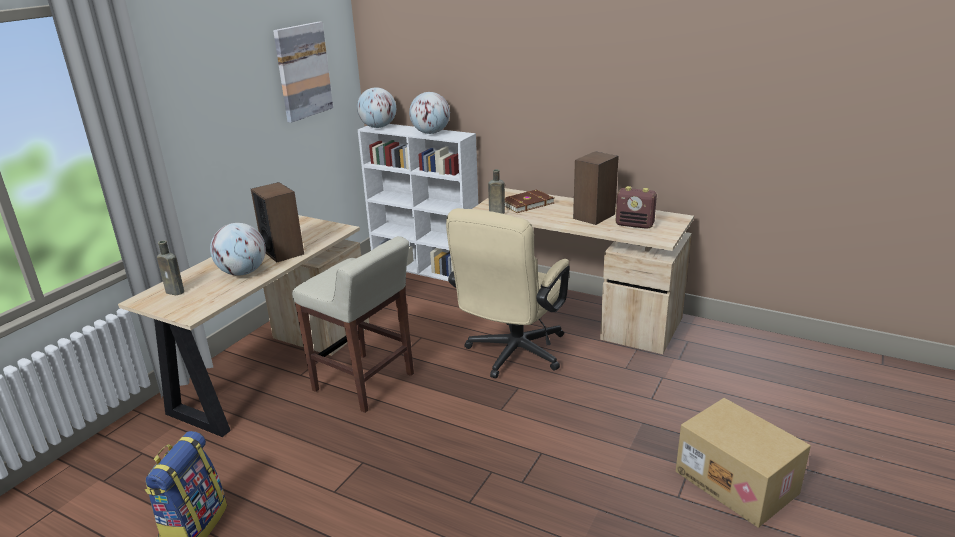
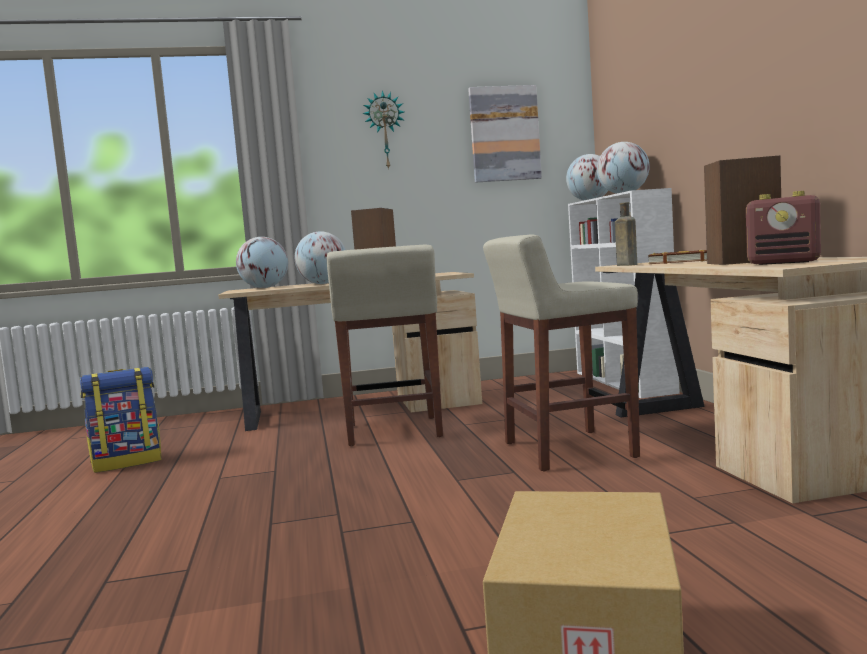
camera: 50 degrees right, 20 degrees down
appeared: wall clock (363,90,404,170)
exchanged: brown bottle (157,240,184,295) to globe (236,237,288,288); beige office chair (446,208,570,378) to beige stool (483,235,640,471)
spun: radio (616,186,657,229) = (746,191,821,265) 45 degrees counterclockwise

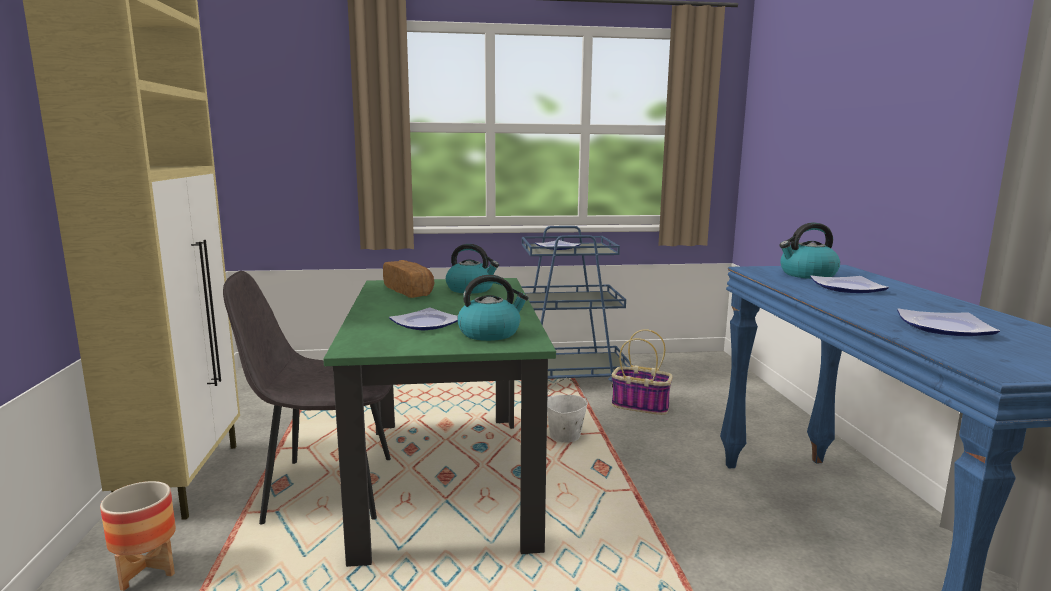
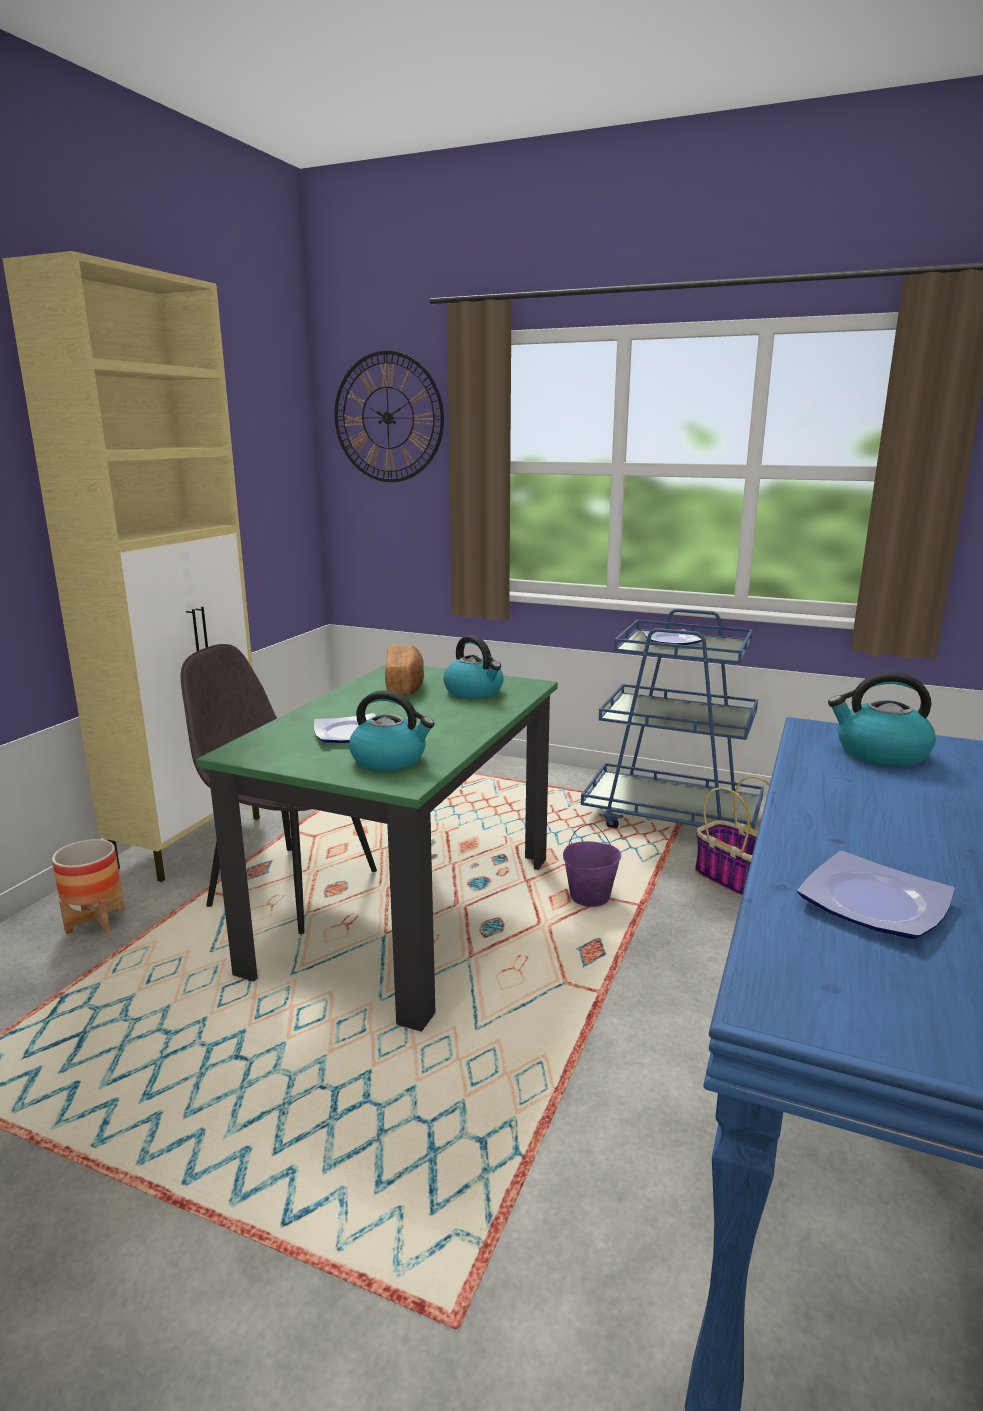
camera: 30 degrees right, 5 degrees up
missing: plate (810,276,889,293)
appeared: wall clock (335,351,444,482)
colour: white bucket (547,378,588,443) to purple bucket (563,823,621,907)

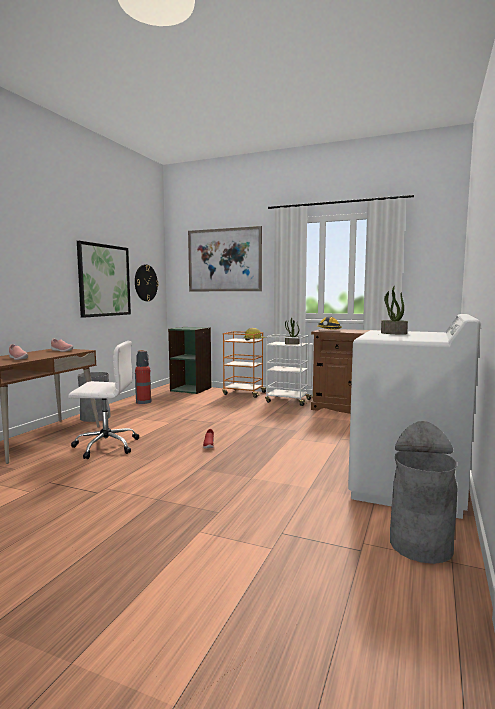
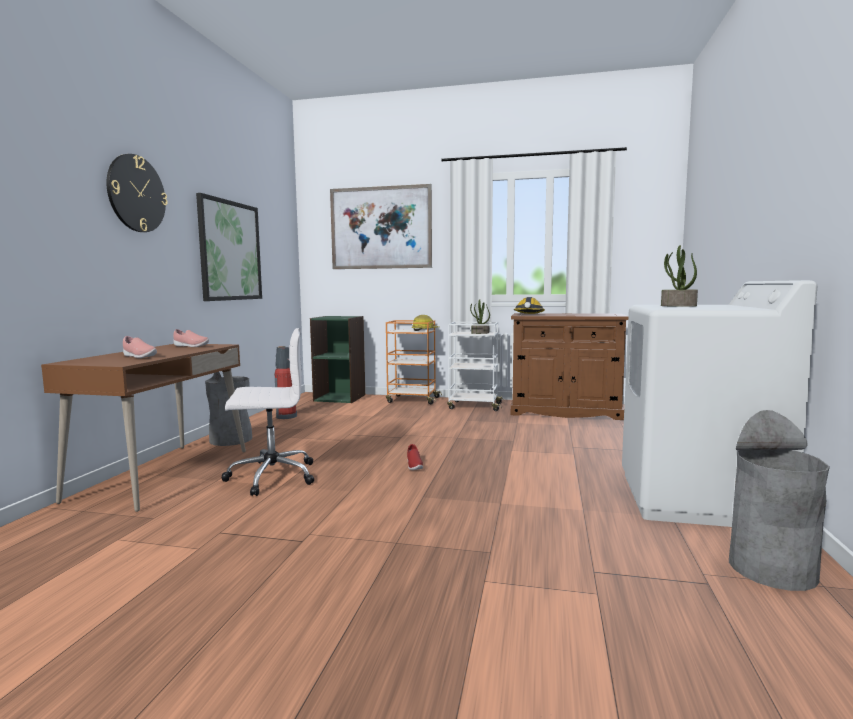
camera: 10 degrees left, 0 degrees up
relocated: wall clock (135,265,159,301) to (106,154,168,232)

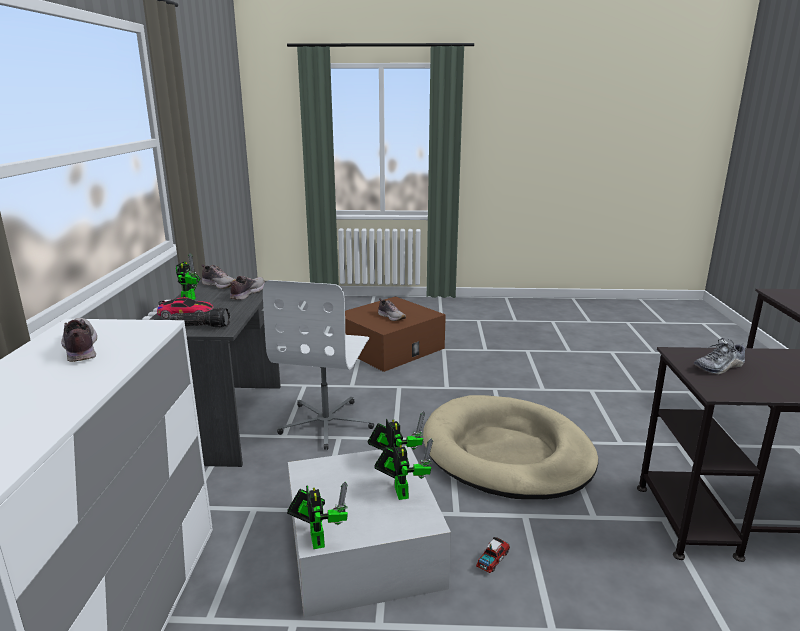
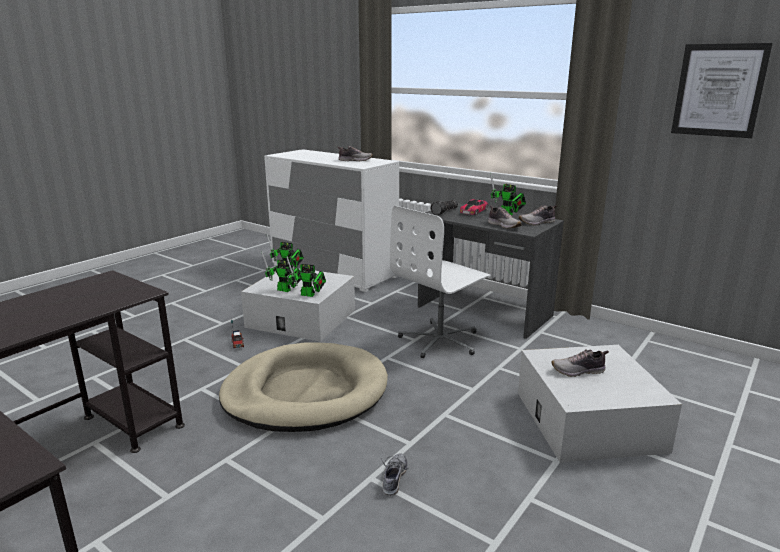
camera: 125 degrees right, 0 degrees up
appeared: picture (671,43,773,138)
relocated: shoe (694,338,745,375) to (381,453,408,496)
colour: brown storage box (345,296,446,372) to white storage box (518,345,682,462)
spun: white office chair (263,280,374,450) = (390,206,491,358) 90 degrees counterclockwise

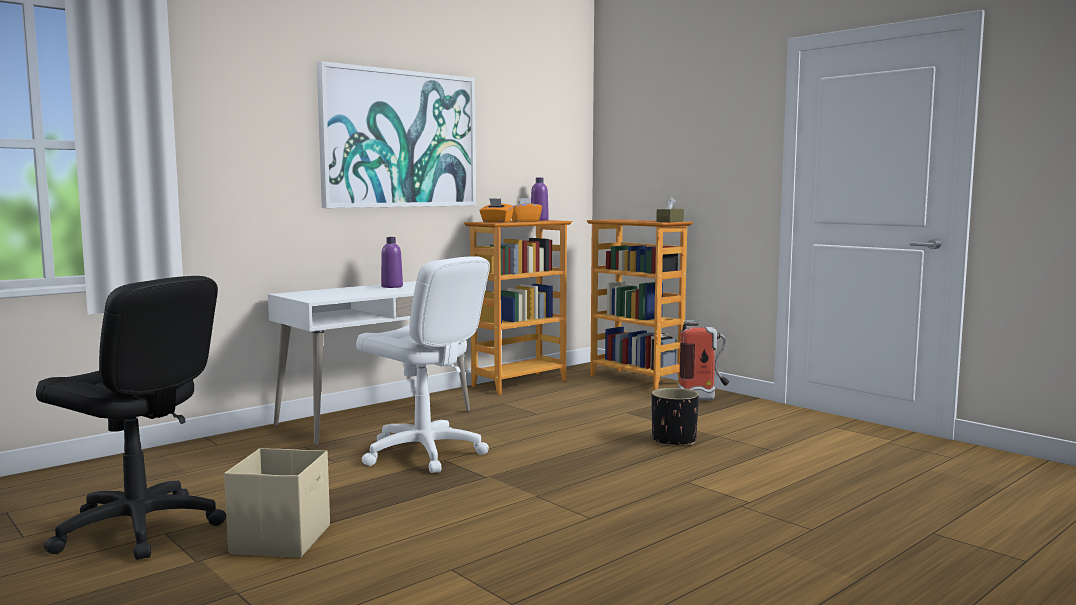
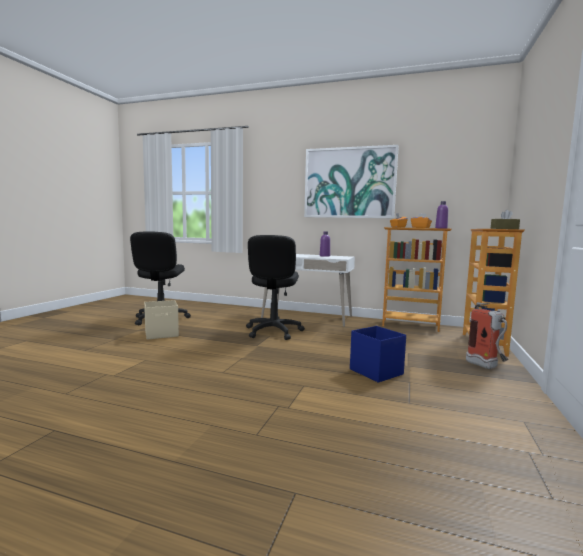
camera: 60 degrees right, 0 degrees up
exchanged: black planter (651,388,699,446) to blue storage box (350,326,406,383)
colour: white office chair (356,256,490,473) to black office chair (246,235,305,340)

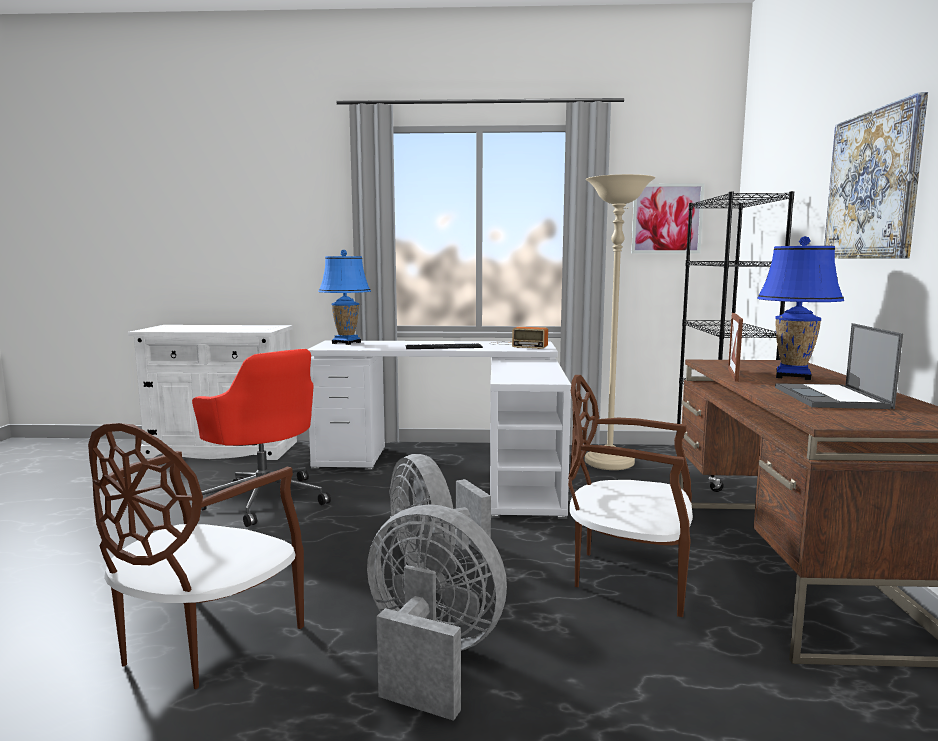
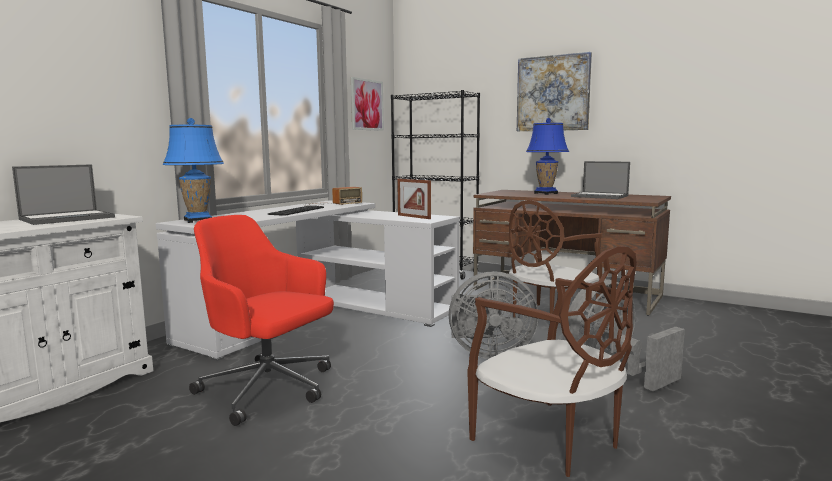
camera: 60 degrees left, 0 degrees up
missing: beige floor lamp (585,174,655,470)
appeared: laptop (12,164,115,225)
relocated: picture frame (728,313,743,382) to (397,179,431,219)
spun: red office chair (192,349,331,527) = (189,215,334,426) 135 degrees counterclockwise

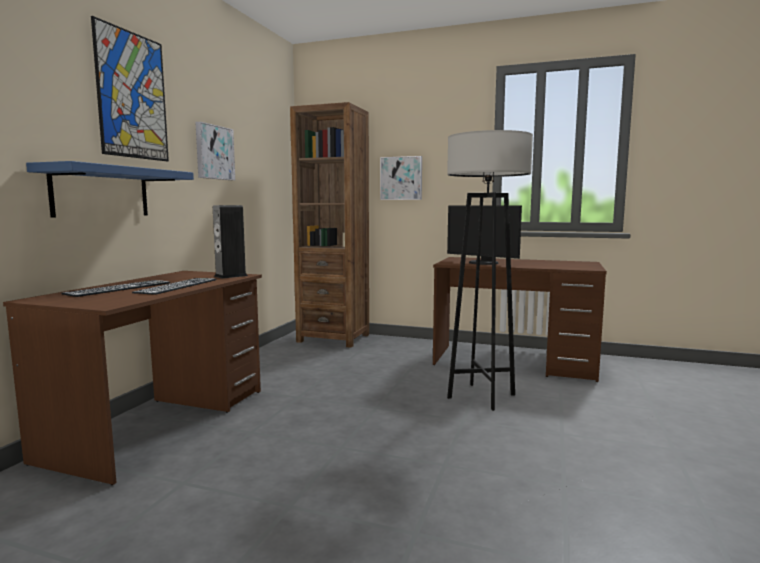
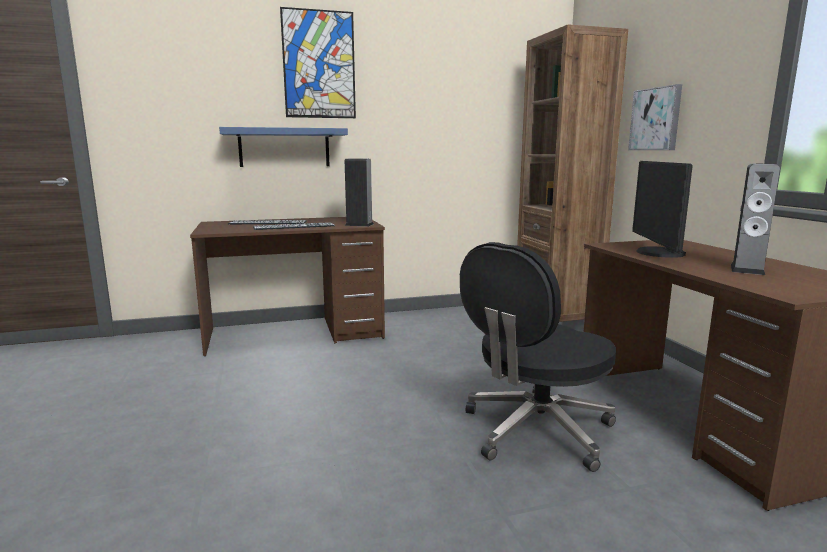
camera: 55 degrees right, 5 degrees up
missing: picture (195,122,235,180)
appeared: speaker (731,164,780,275)
exchanged: grey floor lamp (447,130,533,411) to black office chair (460,242,616,472)

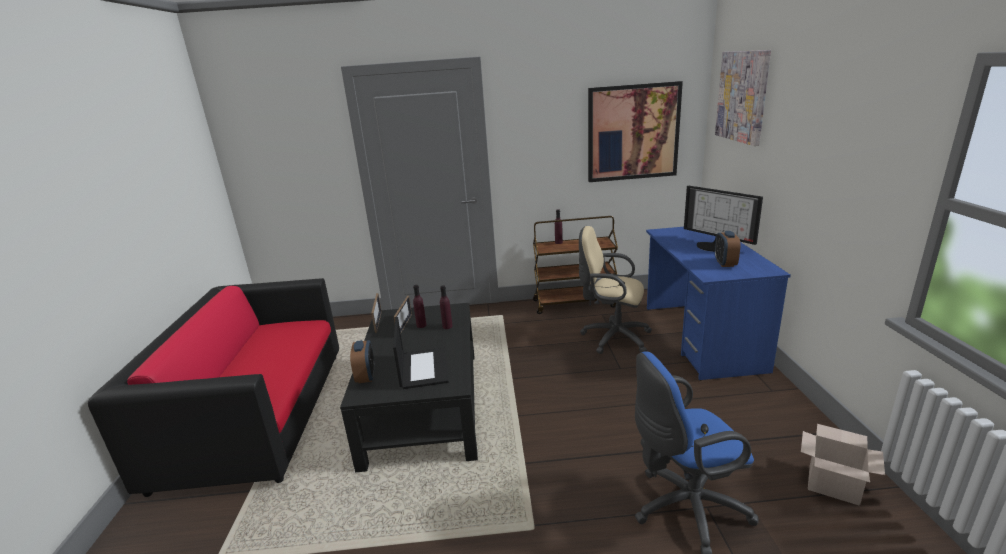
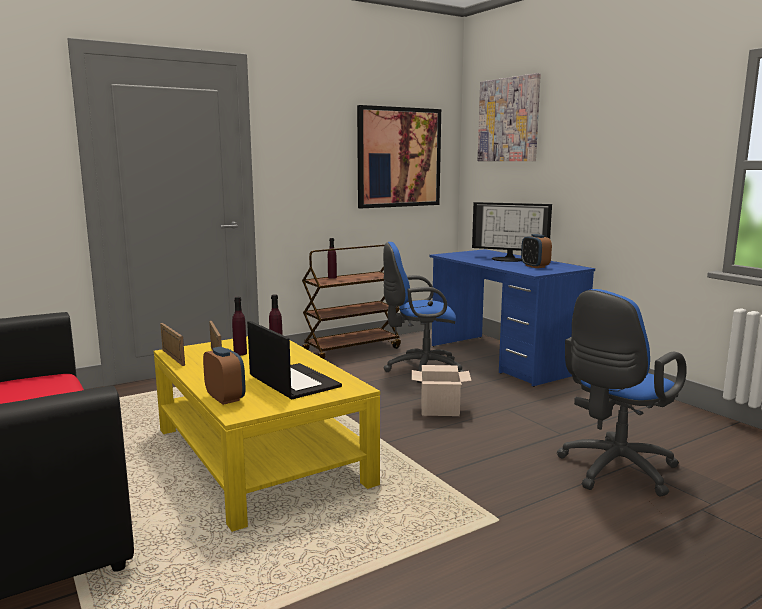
camera: 30 degrees left, 10 degrees down
relocated: cardboard box (801,424,885,505) to (412,365,471,416)
colour: black coffee table (340,303,478,472) to yellow coffee table (154,336,380,532); beige office chair (579,226,652,354) to blue office chair (383,242,465,383)

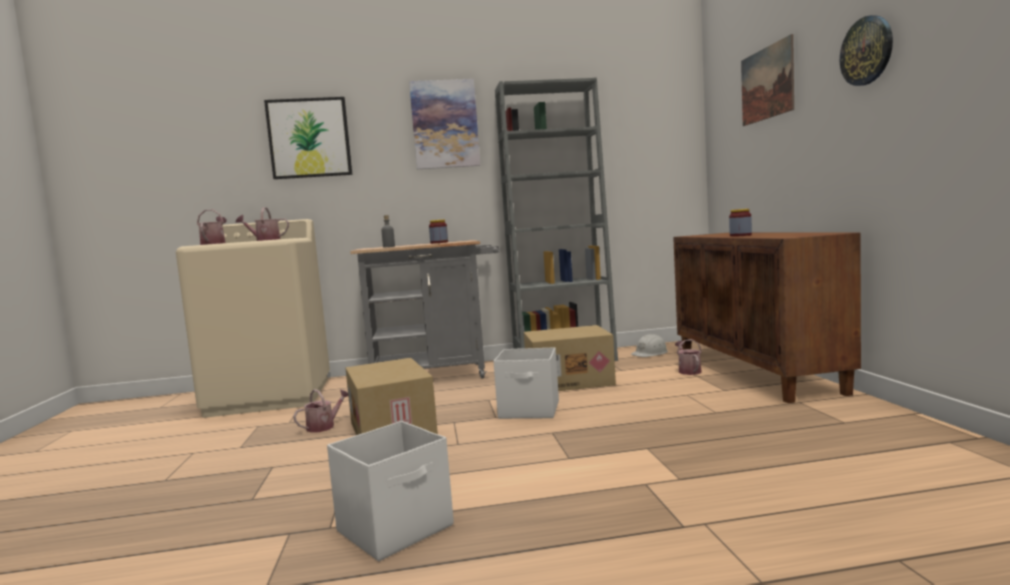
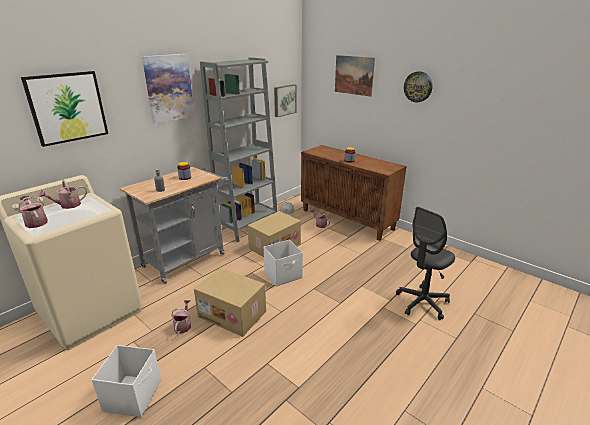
camera: 40 degrees left, 20 degrees up
appeared: picture (274,84,296,117); grey office chair (396,207,455,320)
relocated: white storage box (327,421,454,561) to (91,345,161,417)

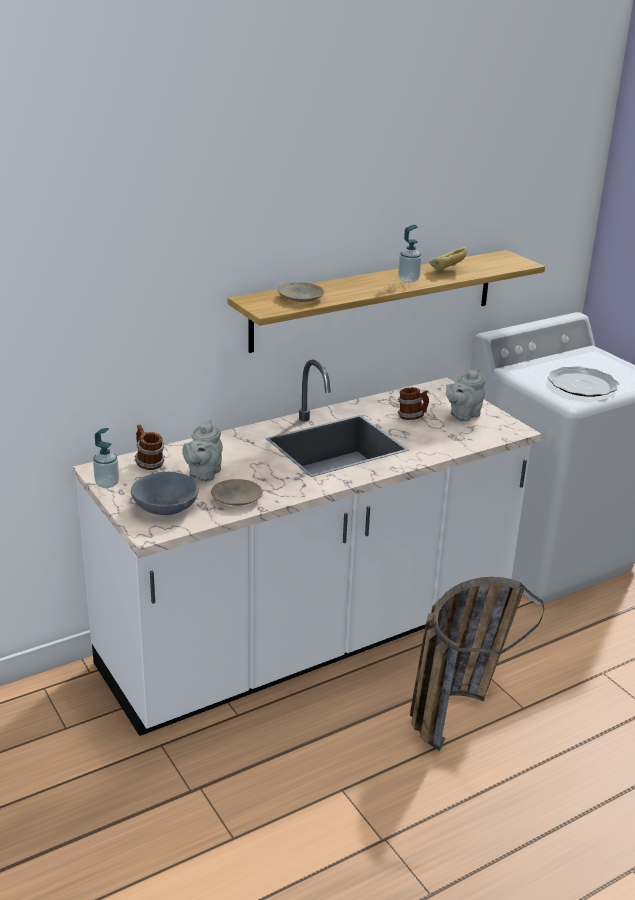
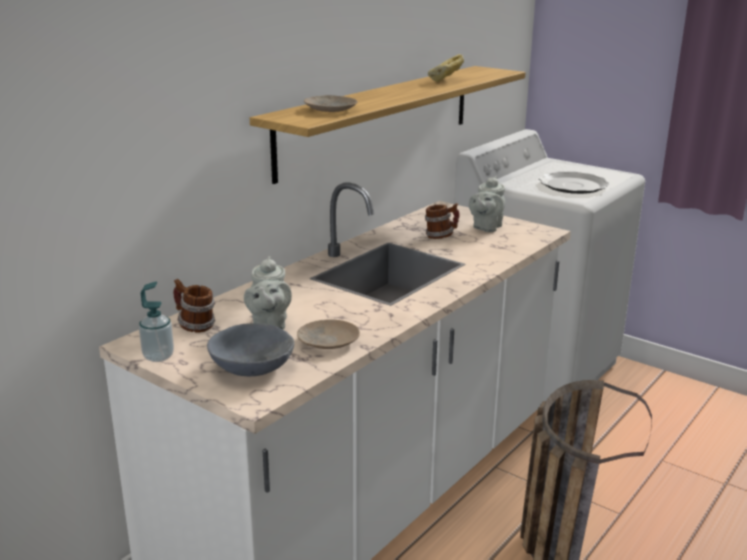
camera: 20 degrees left, 5 degrees down
missing: soap dispenser (398,225,422,283)

